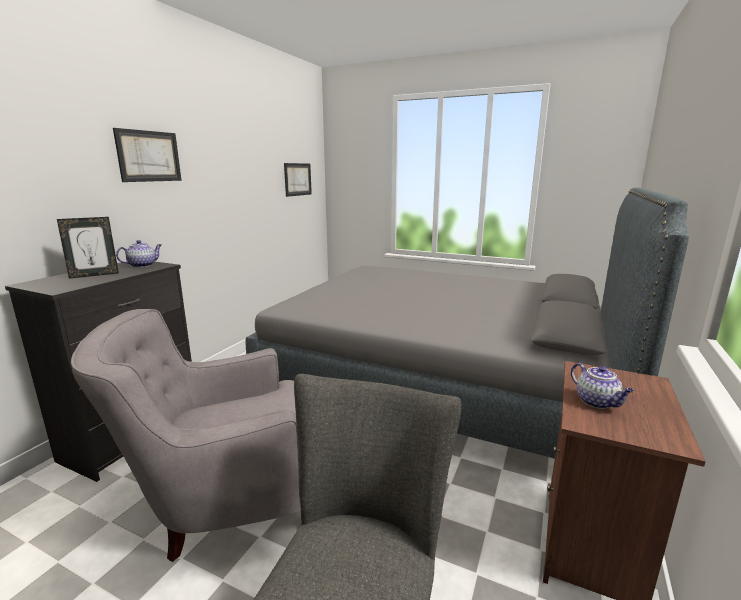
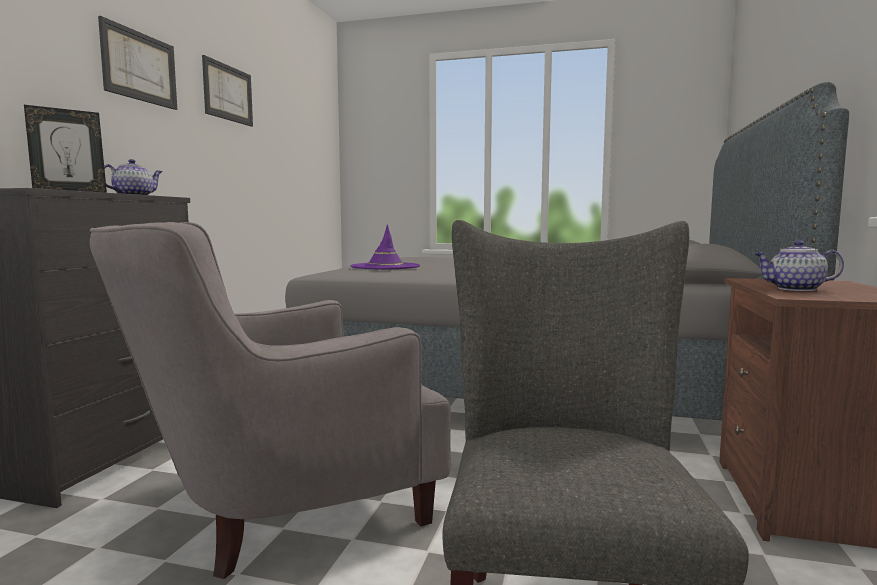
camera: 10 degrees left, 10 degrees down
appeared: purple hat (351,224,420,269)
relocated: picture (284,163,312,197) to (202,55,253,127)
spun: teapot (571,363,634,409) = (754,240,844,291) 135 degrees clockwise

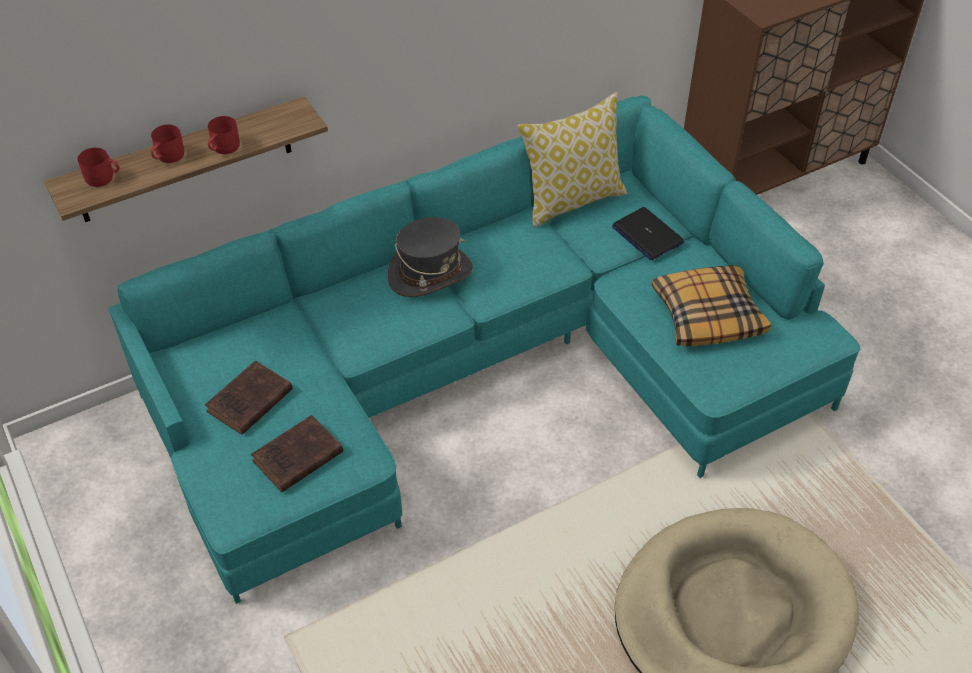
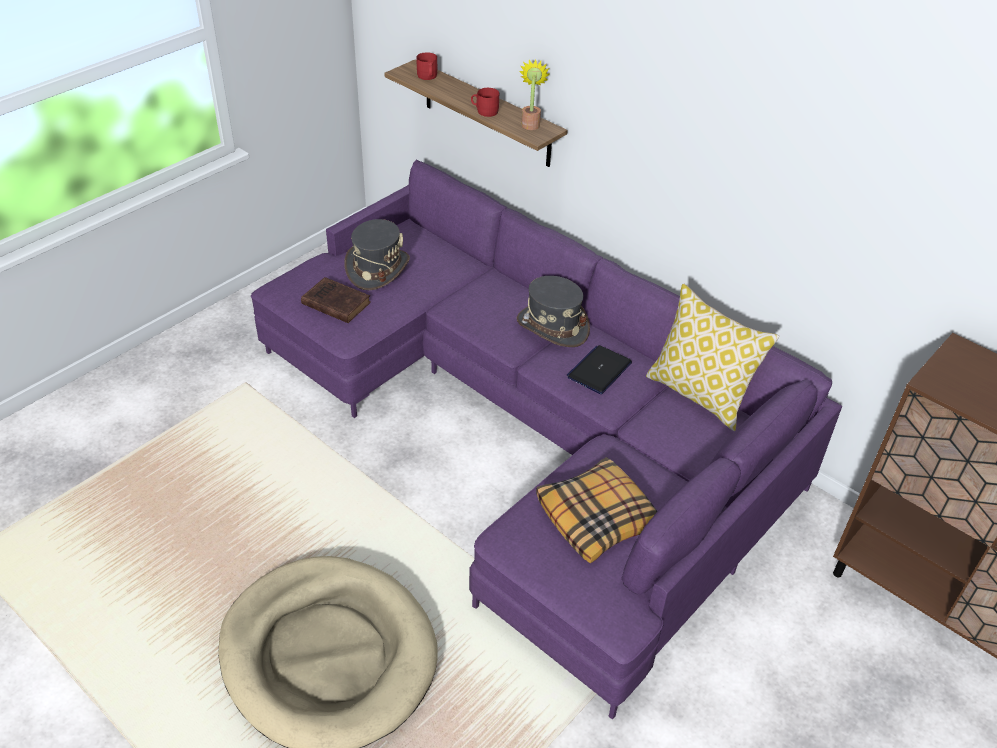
camera: 70 degrees right, 5 degrees down
missing: red mug (151,125,184,163)
appeared: potted plant (519,59,550,130)
relocated: laptop (612,207,684,260) to (567,345,632,394)
exchanged: brown book (205,361,293,435) to grey hat (344,219,410,290)
colour: turquoise sofa (109,95,860,604) to purple sofa (251,159,842,720)

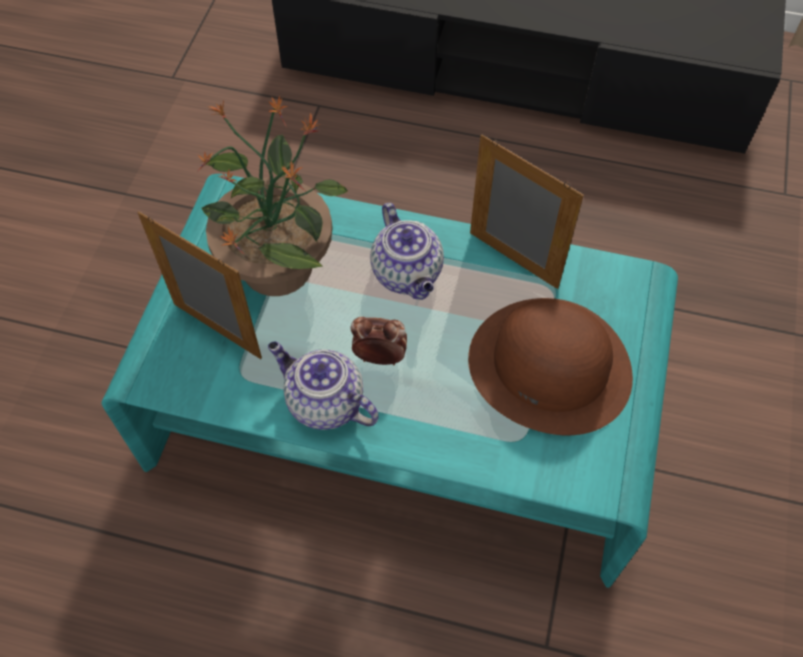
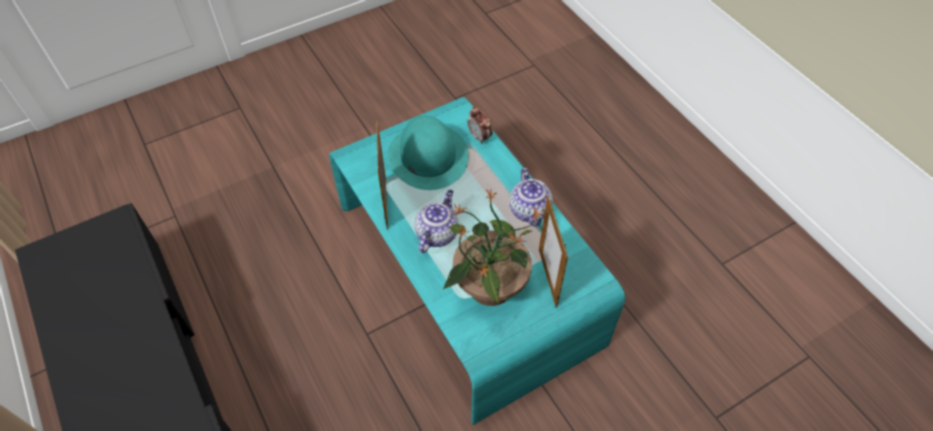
camera: 135 degrees left, 5 degrees down
relocated: alarm clock (351,317,407,365) to (467,107,493,144)
colour: brown hat (468,298,633,435) to turquoise hat (387,115,469,190)

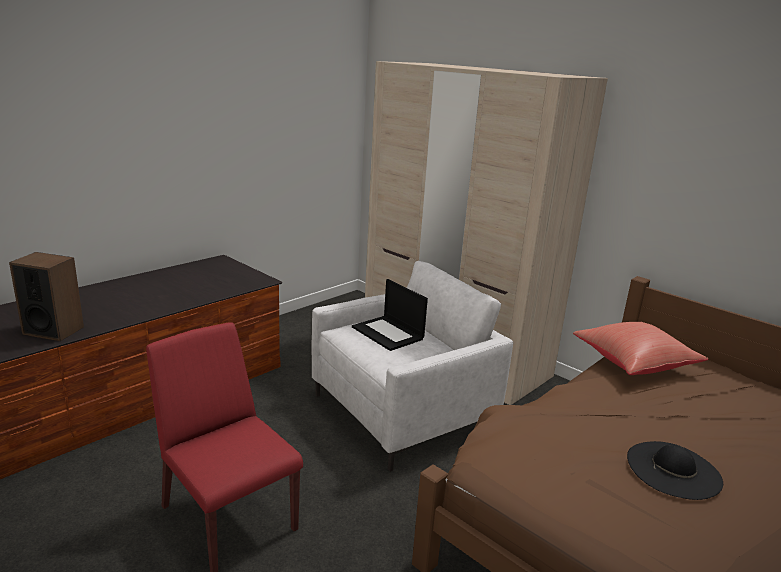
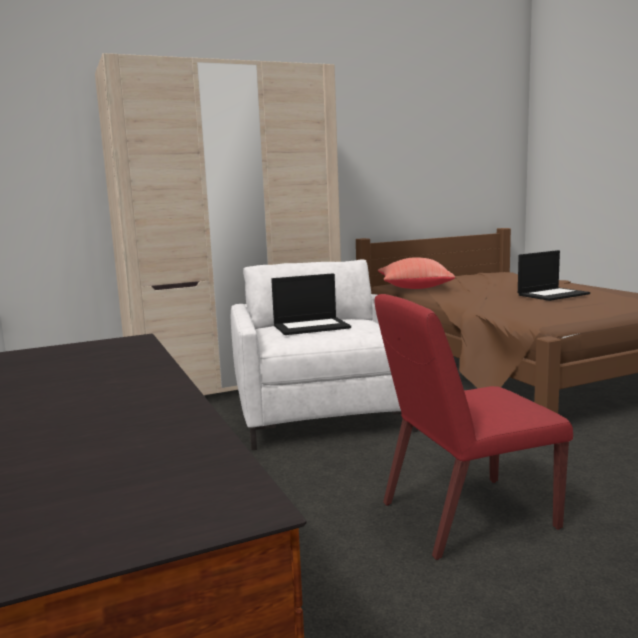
camera: 65 degrees left, 10 degrees down
missing: speaker (9,252,84,341)
exchanged: black hat (627,441,723,500) to laptop (518,250,590,301)

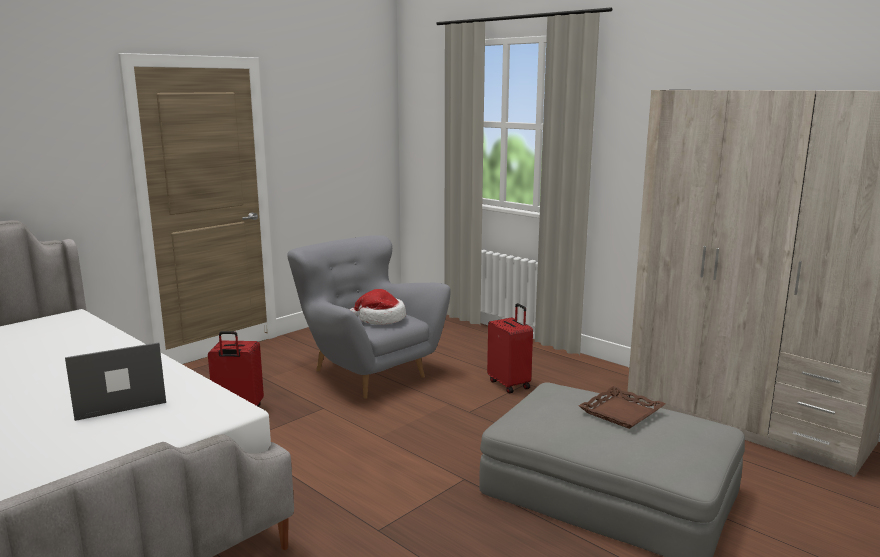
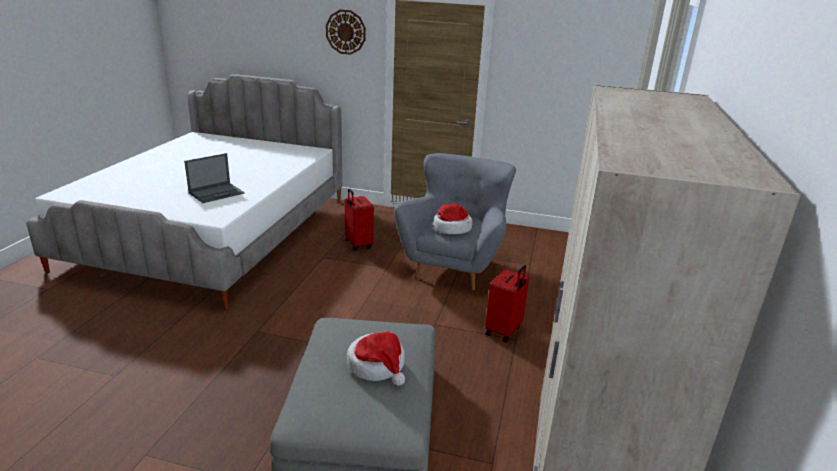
camera: 60 degrees right, 10 degrees up
appeared: wall clock (326,10,366,55)
exchanged: brown tray (579,386,665,429) to hat (347,331,405,386)
spun: laptop (65,342,166,421) = (184,153,244,203) 105 degrees clockwise

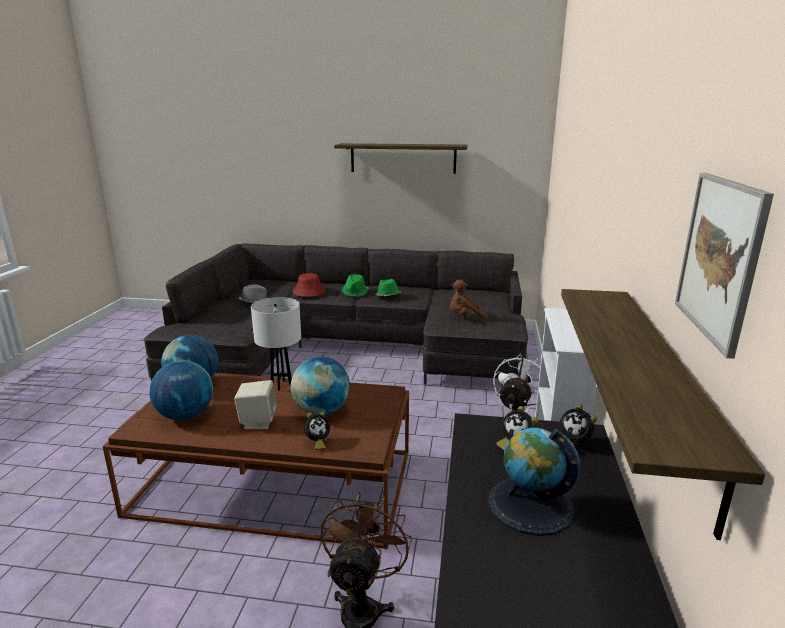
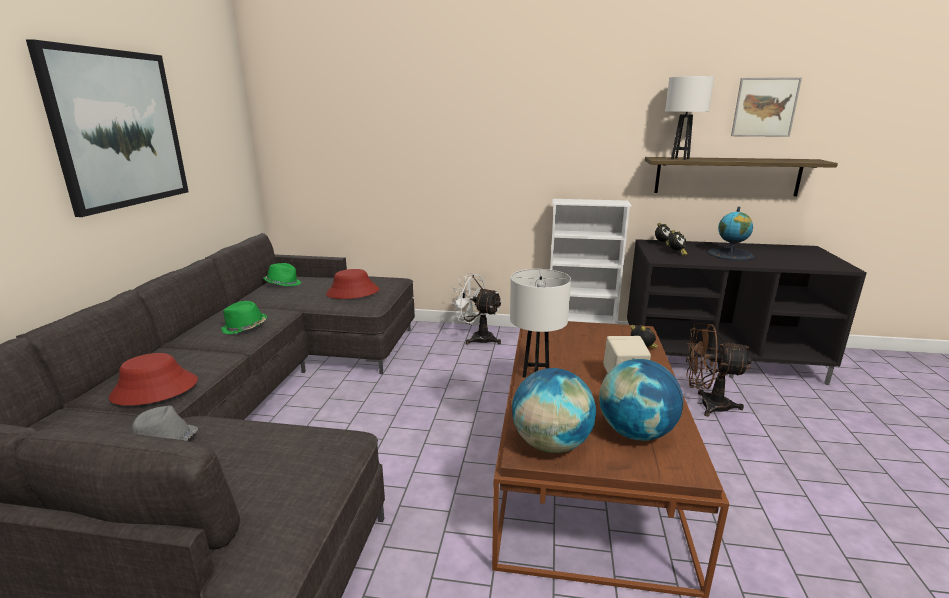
camera: 90 degrees left, 0 degrees up
missing: globe (291,356,349,415)
appeared: white table lamp (665,76,714,160)
relocated: green hat (342,274,369,297) to (263,263,301,286)
exchanged: shelf (334,143,468,174) to picture (26,39,189,217); brown plush toy (450,279,487,319) to red hat (326,269,379,299)

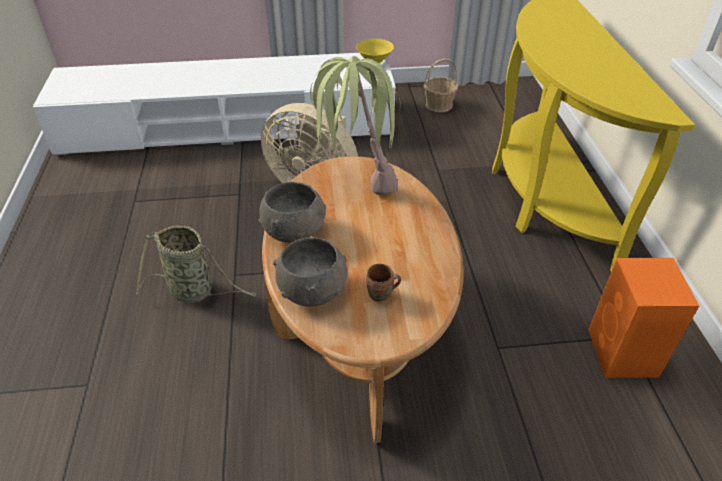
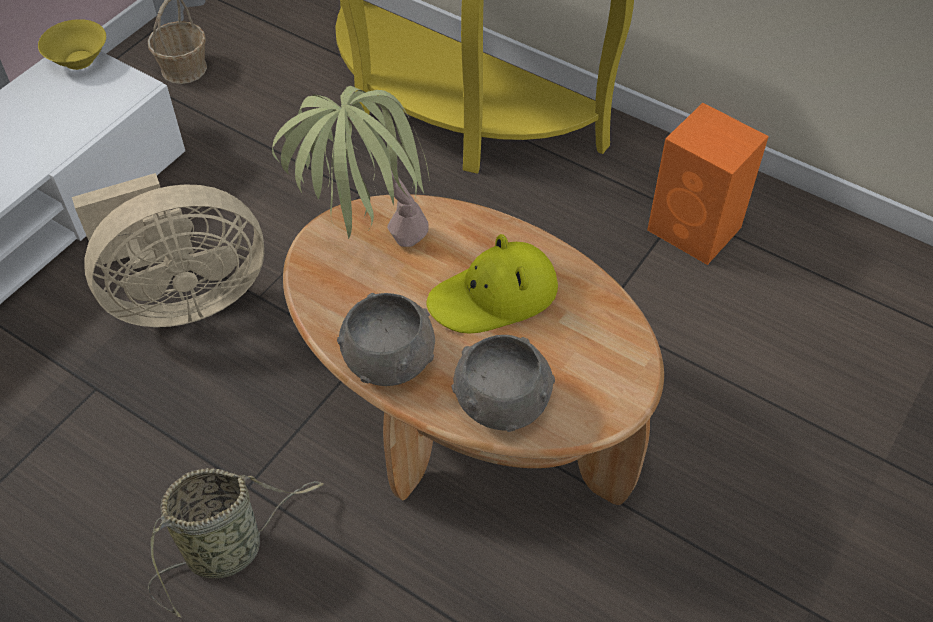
camera: 50 degrees left, 10 degrees up
missing: brown mug (366,264,401,302)
appeared: yellow hat (427,234,558,334)

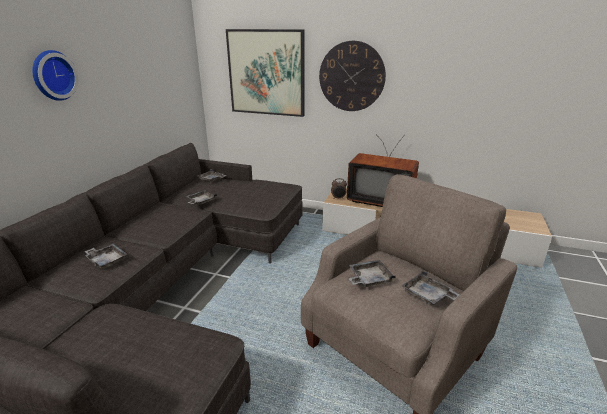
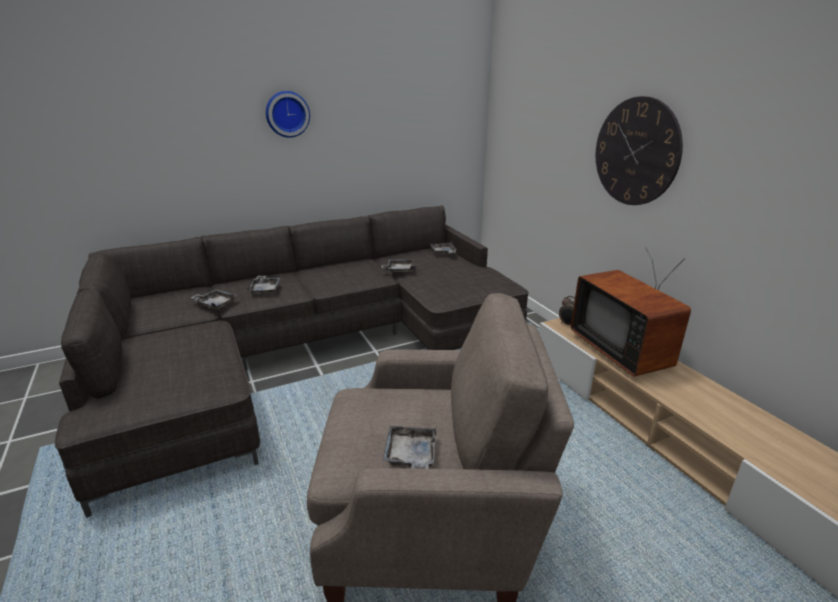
camera: 45 degrees right, 0 degrees up
missing: picture (226,29,304,117)
relocated: grey tray (348,260,396,287) to (190,289,237,310)

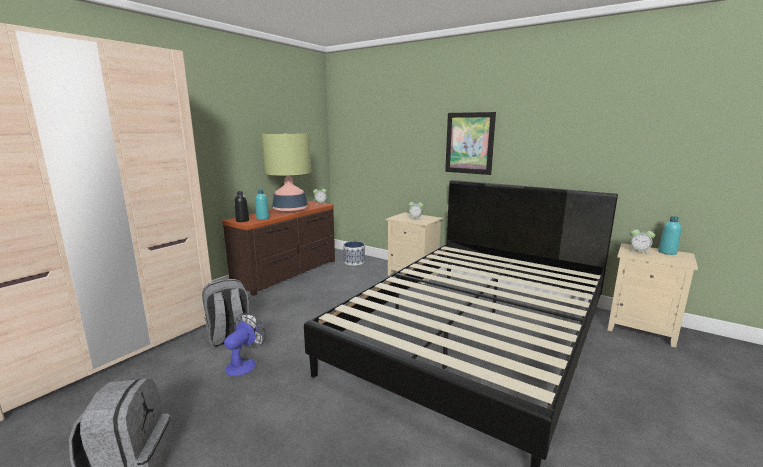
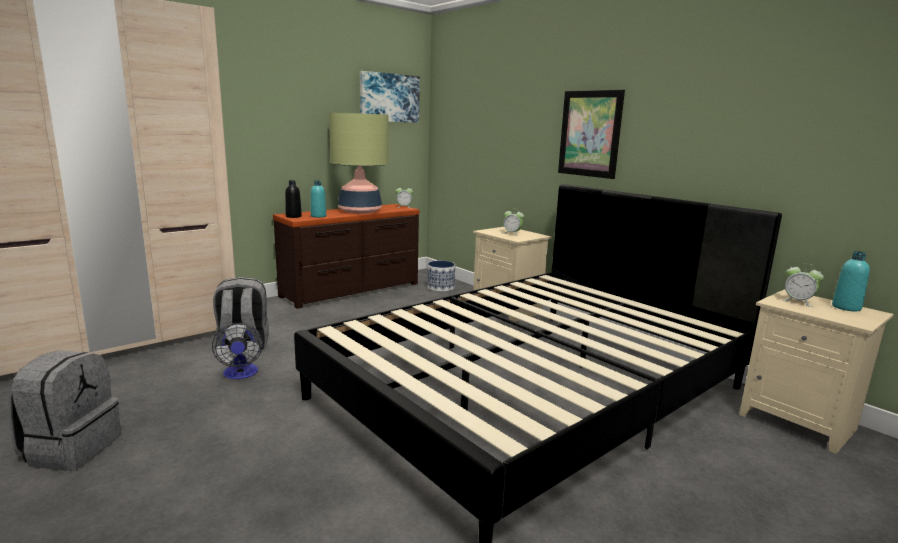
camera: 15 degrees right, 0 degrees up
appeared: picture (360,71,420,123)
spun: fan (224,313,265,376) = (212,323,263,379) 120 degrees clockwise

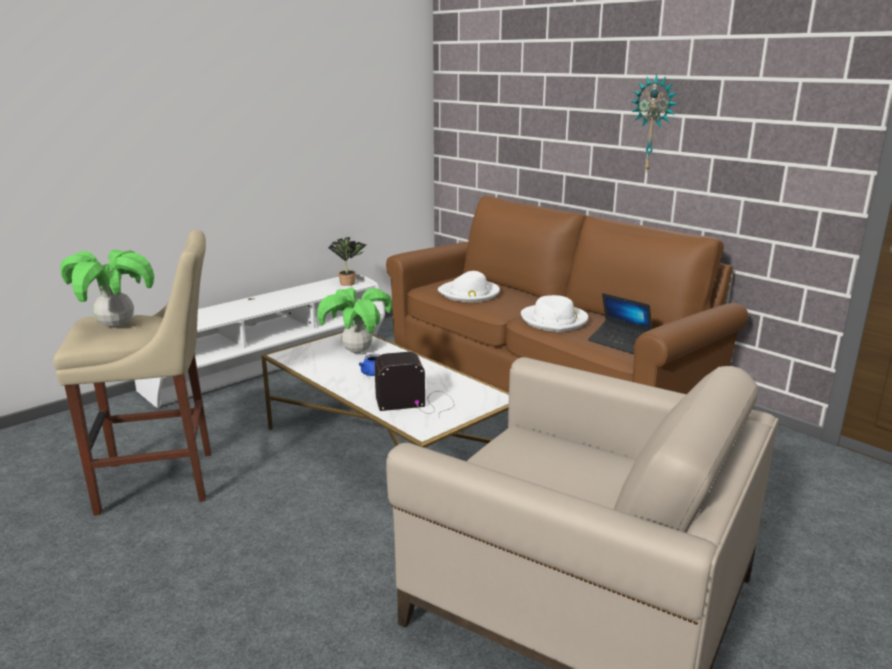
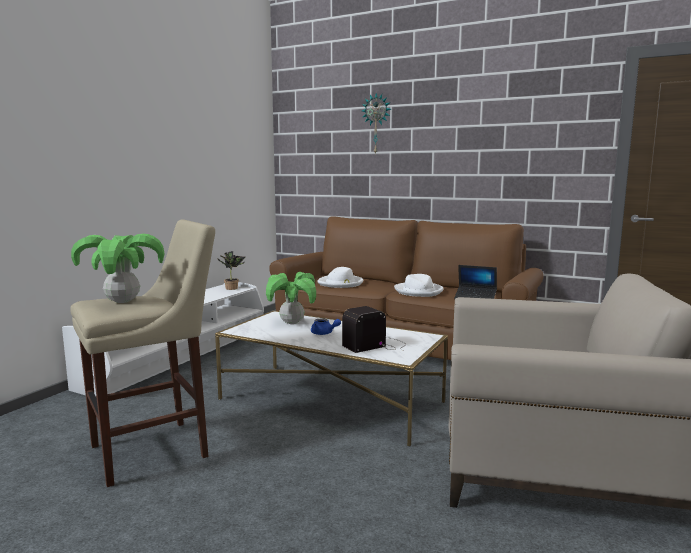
camera: 20 degrees left, 10 degrees down
relocated: wall clock (631,74,677,171) to (362,93,391,155)

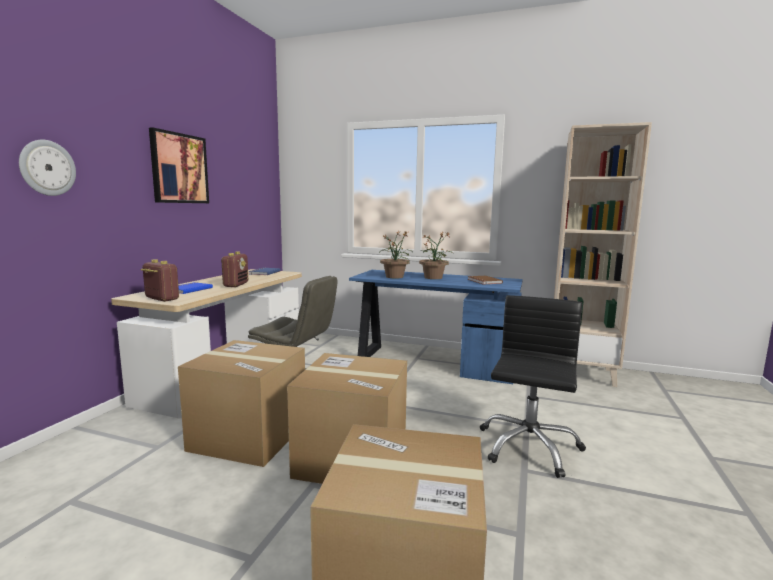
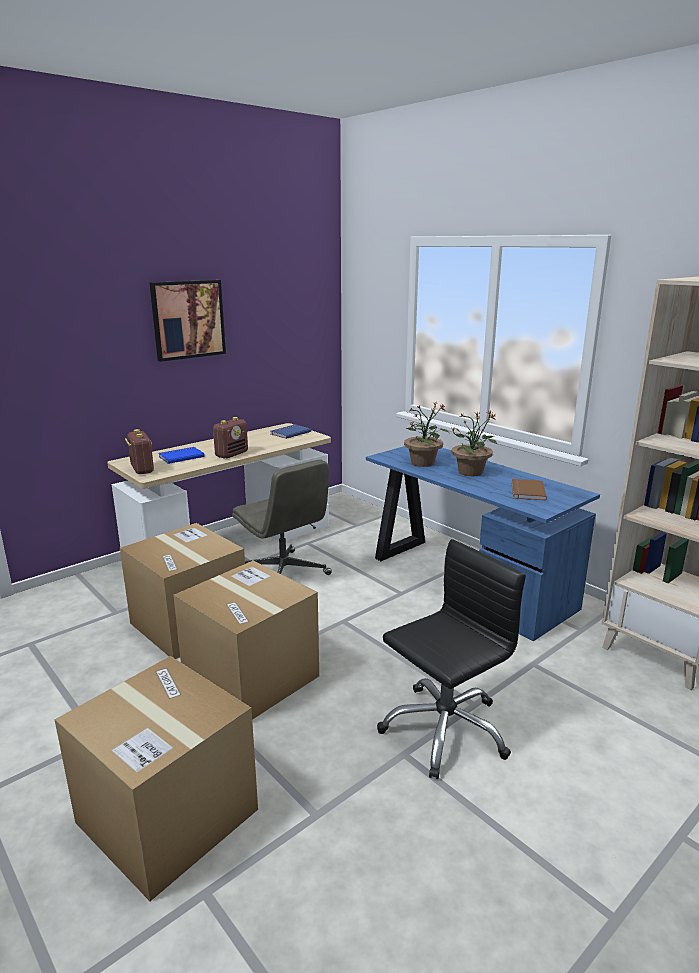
camera: 30 degrees right, 10 degrees up
missing: wall clock (19,140,76,196)

